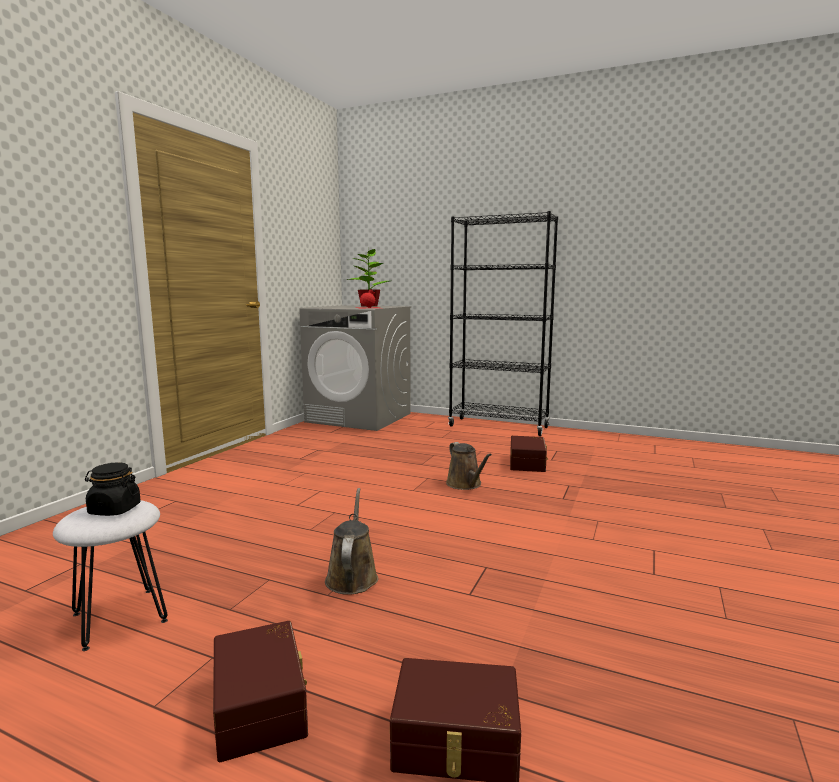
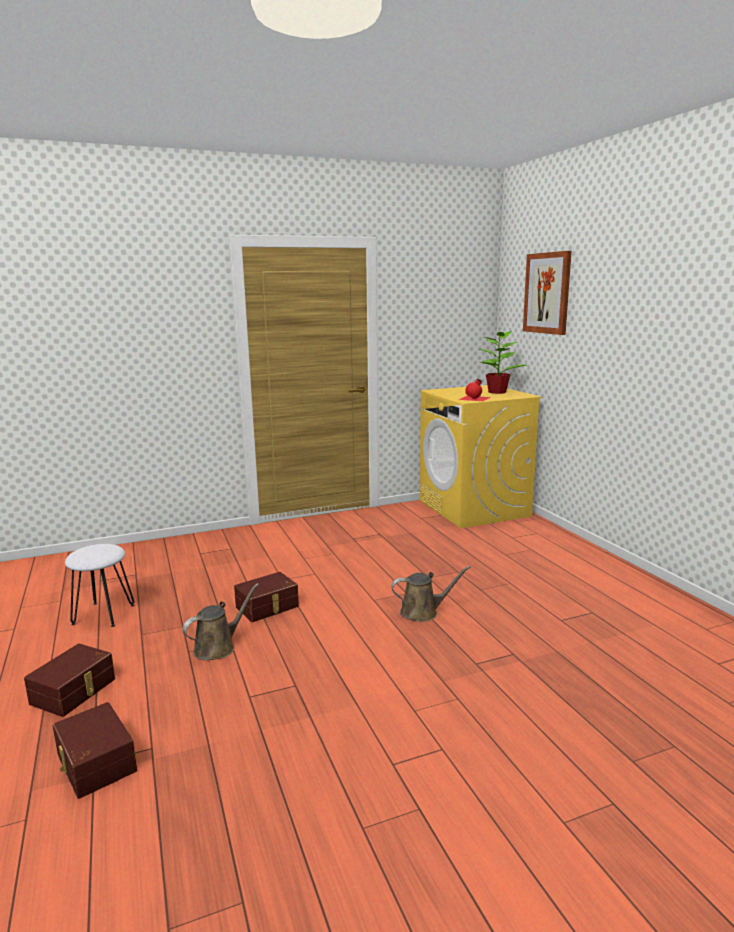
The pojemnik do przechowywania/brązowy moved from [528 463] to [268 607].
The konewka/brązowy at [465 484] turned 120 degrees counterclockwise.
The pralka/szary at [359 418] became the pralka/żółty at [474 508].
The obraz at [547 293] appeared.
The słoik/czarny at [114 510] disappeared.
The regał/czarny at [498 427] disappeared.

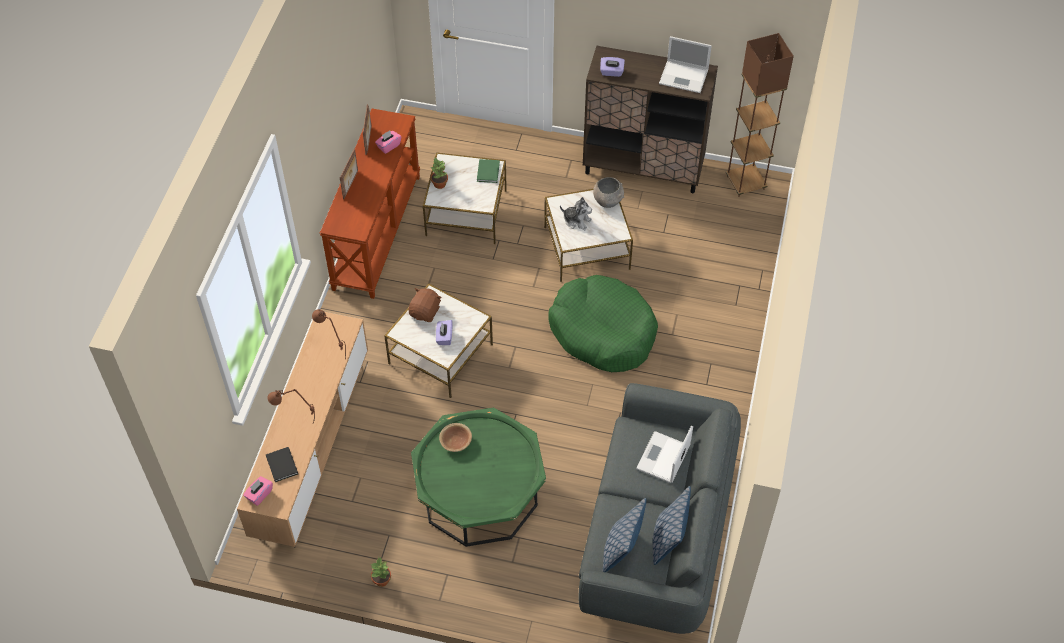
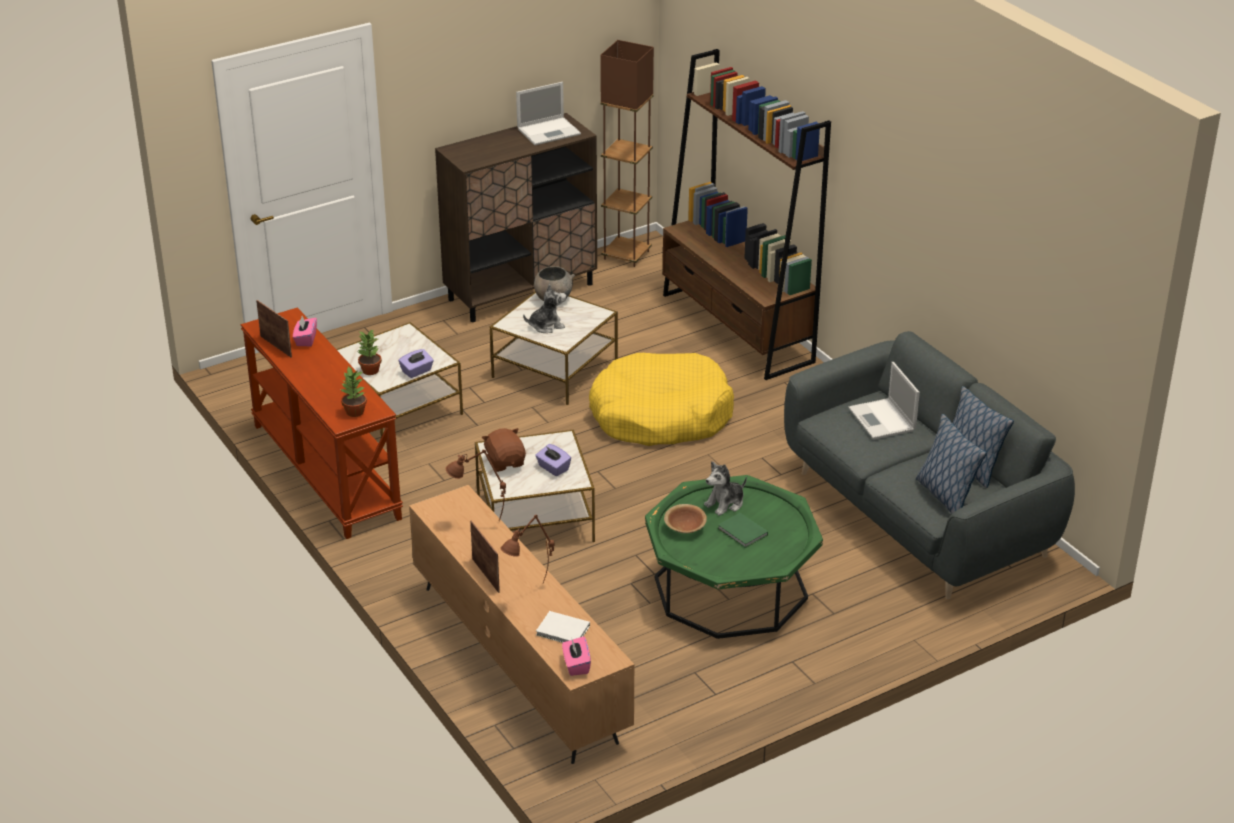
The roślina doniczkowa moved from [381 580] to [355 412].
The pudełko chusteczek/fioletowy moved from [611 72] to [417 371].
The ramka na zdjęcie moved from [351 184] to [486 575].
The książka/czarny at [281 466] became the książka/biały at [563 631].
The legowisko/zielony at [602 332] became the legowisko/żółty at [660 415].
The regał/brązowy at [737 328] appeared.
The pluszak at [725 504] appeared.
The książka/zielony moved from [487 172] to [743 533].

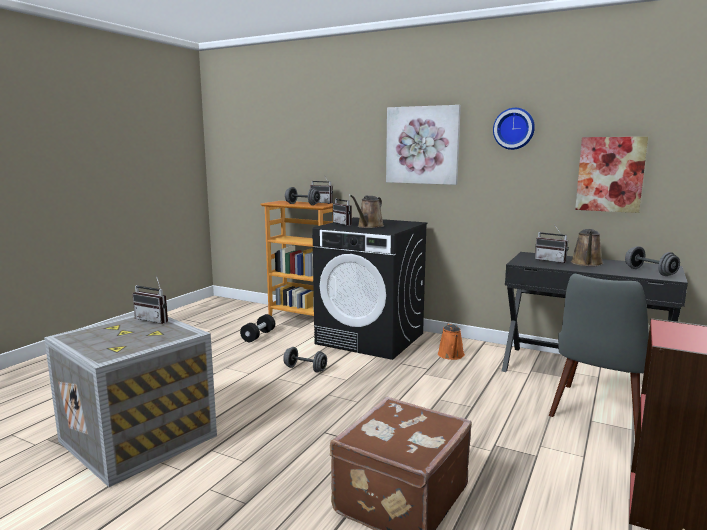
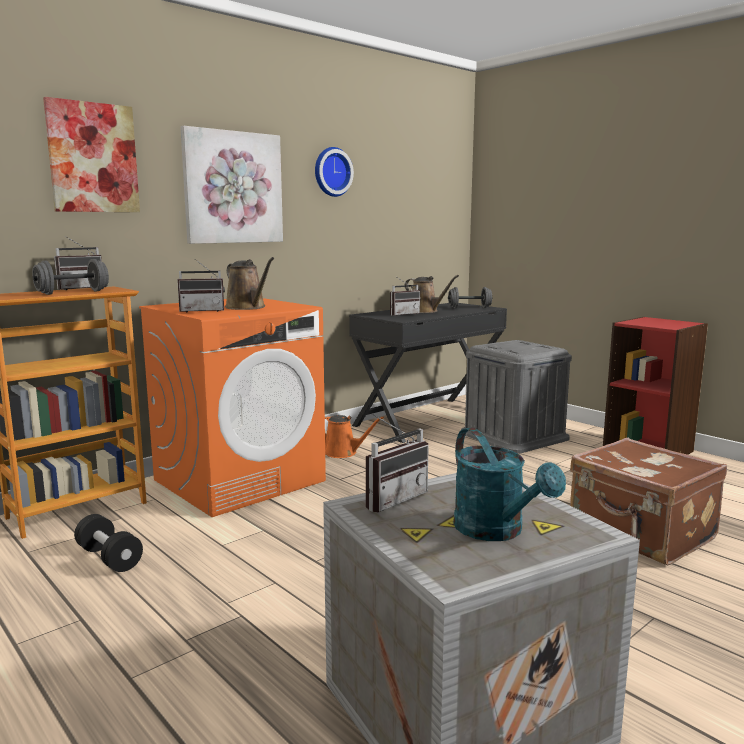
The obraz moved from [610 174] to [93 158].
The pralka/czarny at [371 339] became the pralka/pomarańczowy at [240 480].
The konewka/turkusowy at [496 531] appeared.
The krzesło/szary at [598 417] was replaced by the pojemnik do przechowywania/szary at [514 435].
The hantel/szary at [305 369] disappeared.

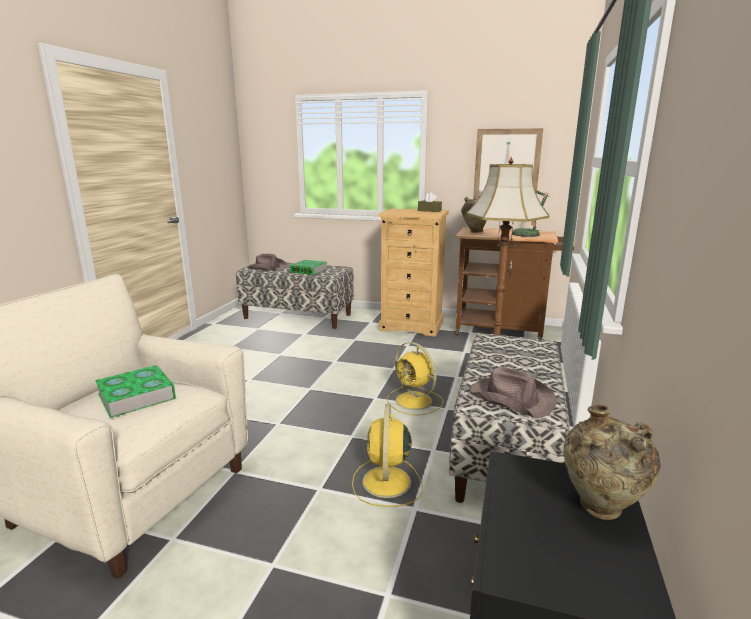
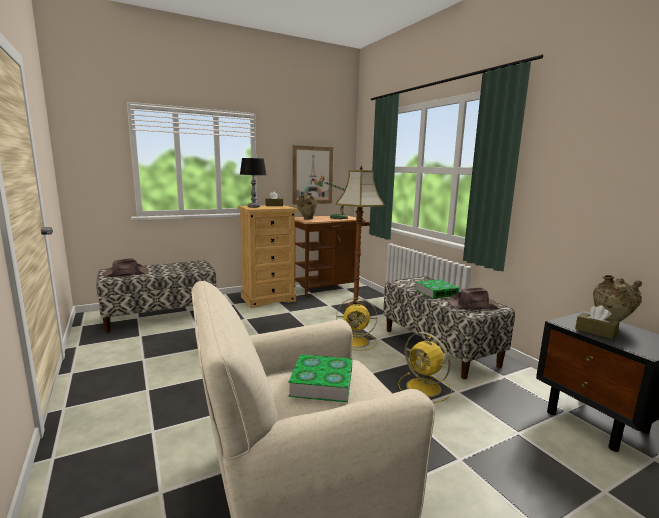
The lampa stołowa at [253 207] appeared.
The książka moved from [308 270] to [436 292].
The pudełko chusteczek/brązowy at [595 332] appeared.

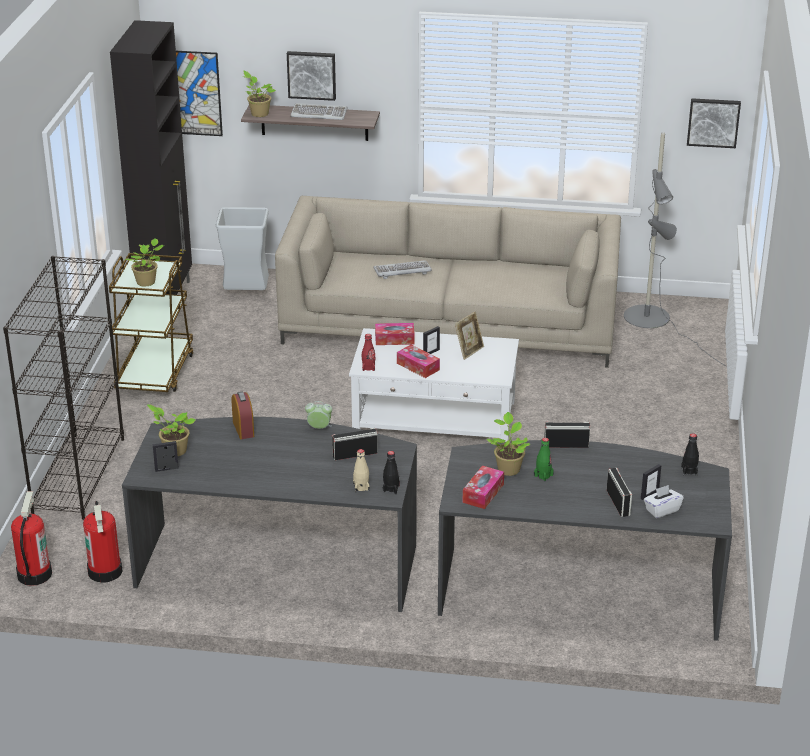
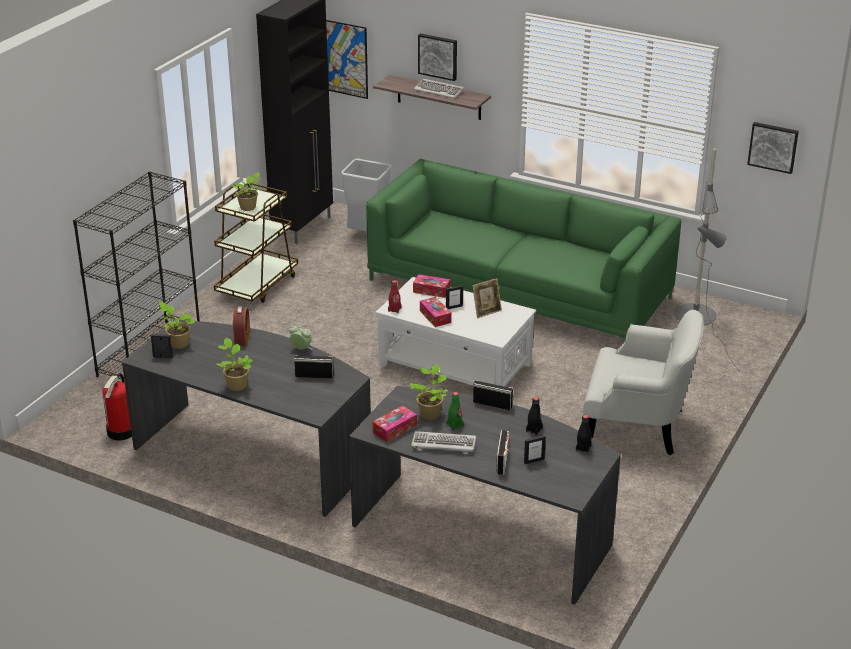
The roślina doniczkowa moved from [258 113] to [236 385].
The kanapa/beżowy at [450 324] became the kanapa/zielony at [518 289].
The klawiatura moved from [402 271] to [443 444].
The butelka/czarny moved from [391 489] to [534 430].
The fotel/biały at [638 425] appeared.
The gaśnica at [34 574] disappeared.
The butelka/beżowy at [361 487] disappeared.
The pudełko chusteczek/biały at [662 510] disappeared.

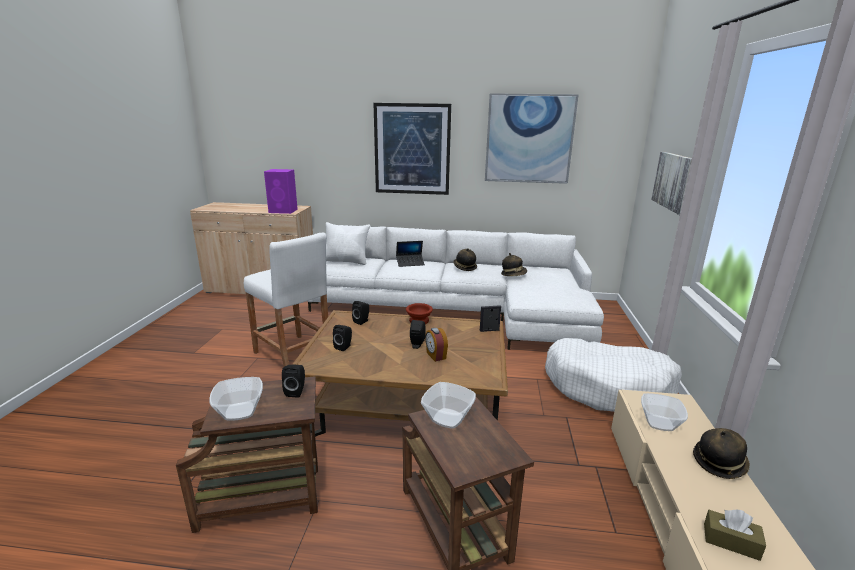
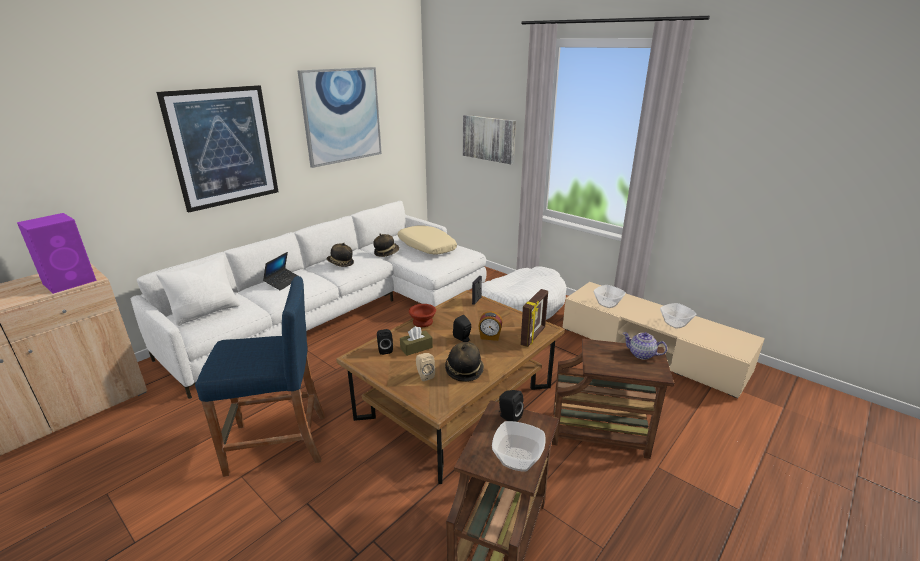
The stołek/biały at [293 355] became the stołek/niebieski at [278 443].
The poduszka/beżowy at [426 247] appeared.
The pudełko chusteczek/brązowy moved from [731 541] to [416 348].
The głośnik/czarny at [344 347] became the głośnik/beżowy at [424 375].
The kapelusz moved from [719 462] to [464 370].
The ramka na zdjęcie at [533 336] appeared.
The imbryk at [642 354] appeared.
The miska moved from [448 418] to [675 323].

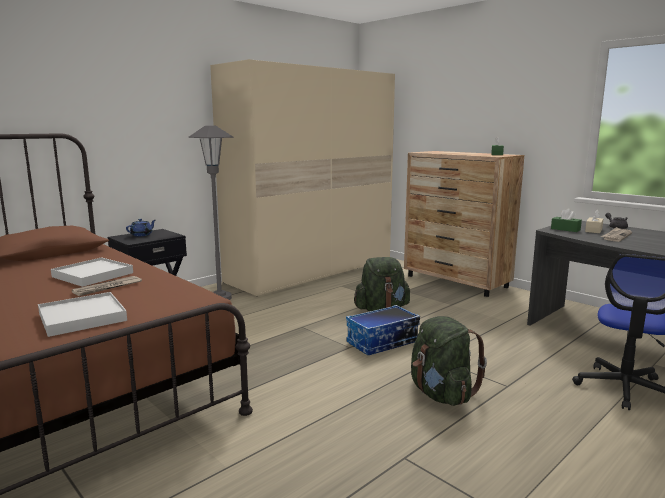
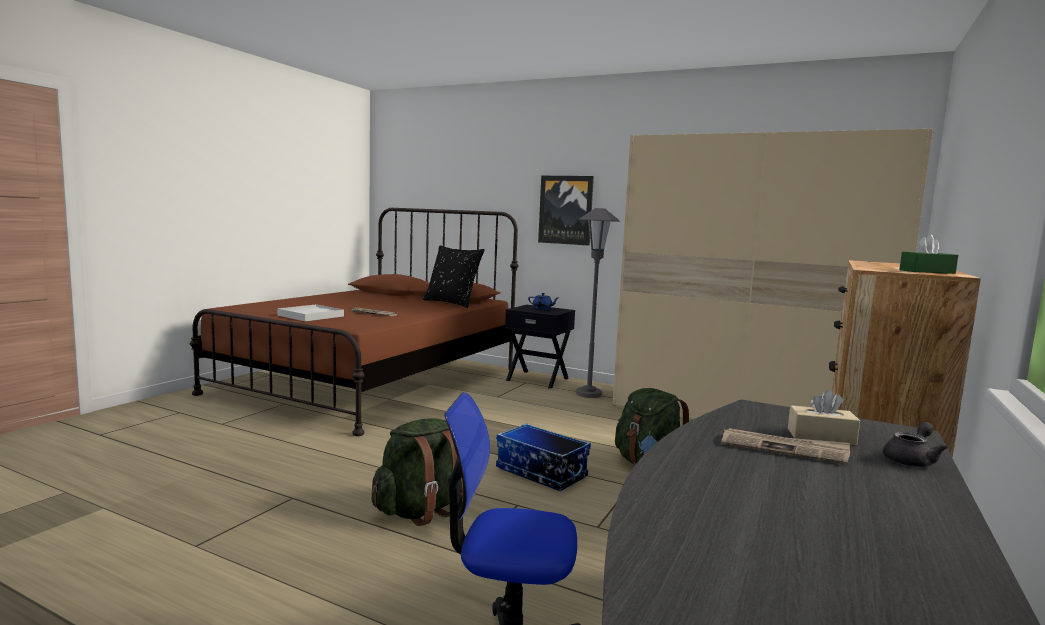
The poduszka/czarny at [452 303] appeared.
The obraz at [566 210] appeared.
The taca/biały at [92 275] disappeared.
The pudełko chusteczek/zielony at [565 229] disappeared.

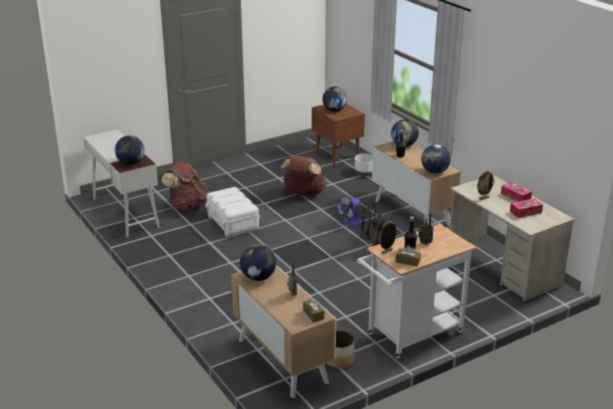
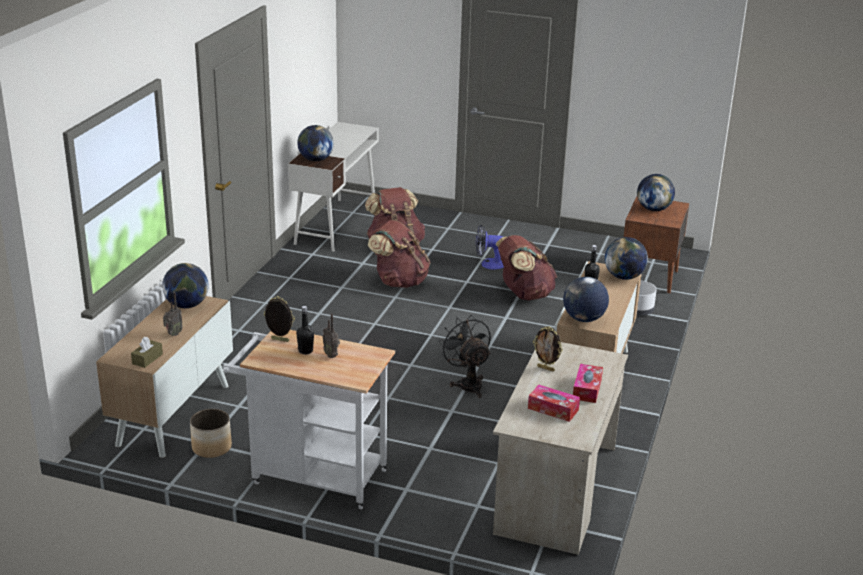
The pojemnik do przechowywania/biały at [232 222] was replaced by the plecak/brązowy at [399 282].
The wentylator moved from [349 223] to [488 264].
The pudełko chusteczek/brązowy at [407 261] disappeared.

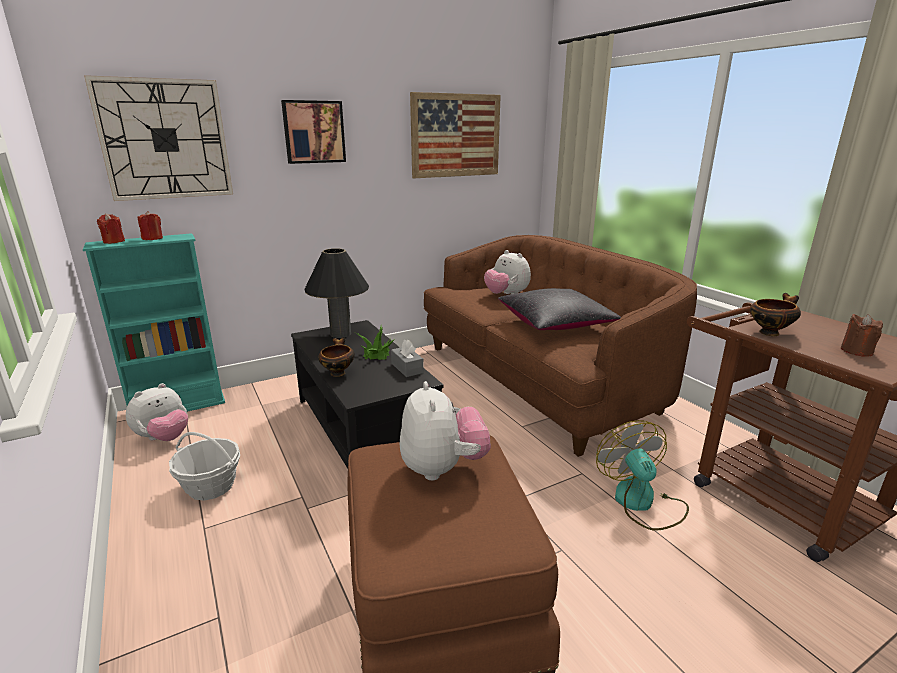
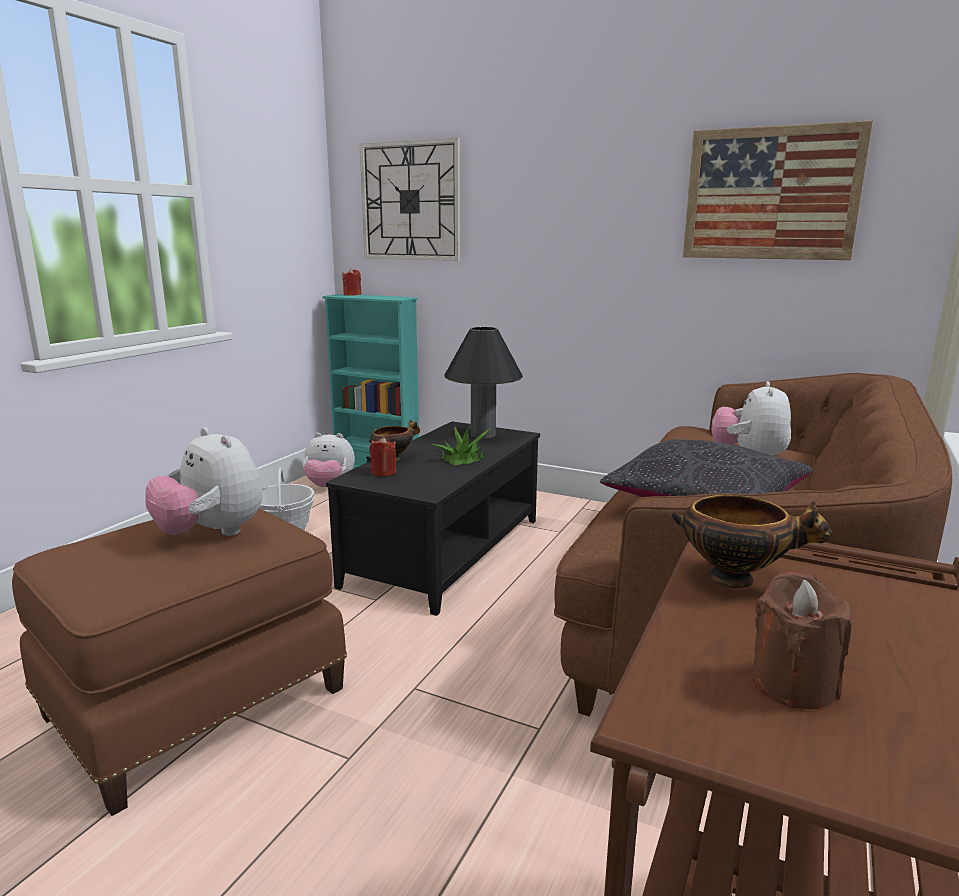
The pluszak at [442 468] turned 90 degrees clockwise.
The świeca/czerwony moved from [152 238] to [383 472].
The obraz at [313 132] disappeared.
The pudełko chusteczek/szary at [407 368] disappeared.
The wentylator at [641 502] disappeared.

